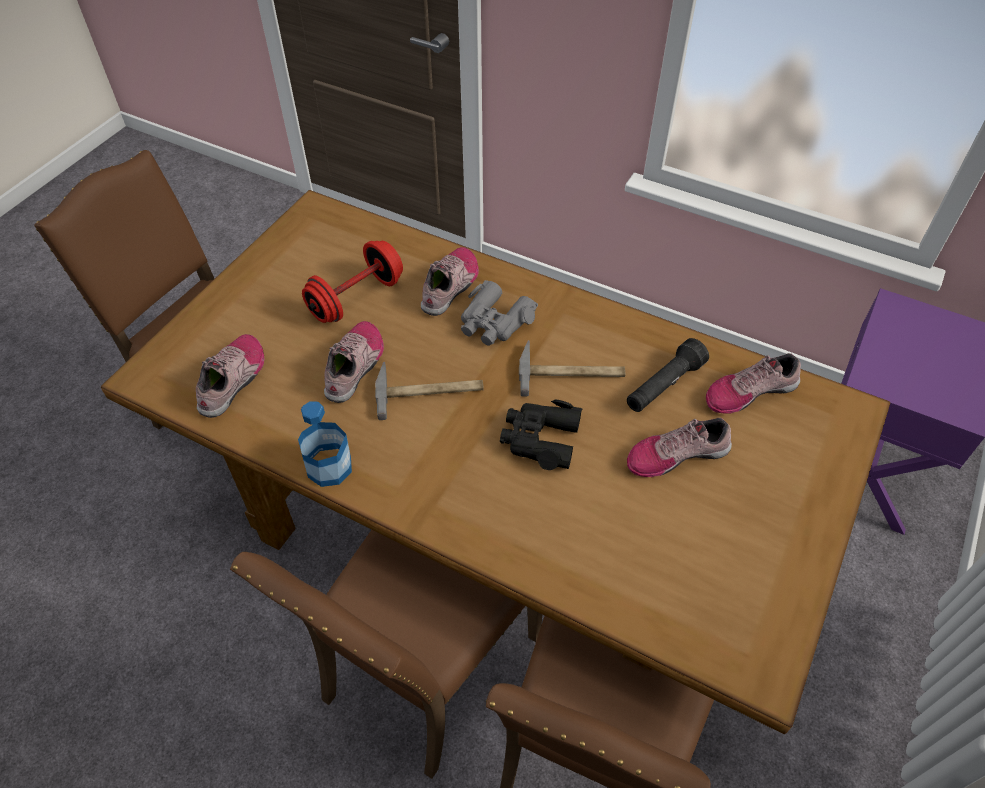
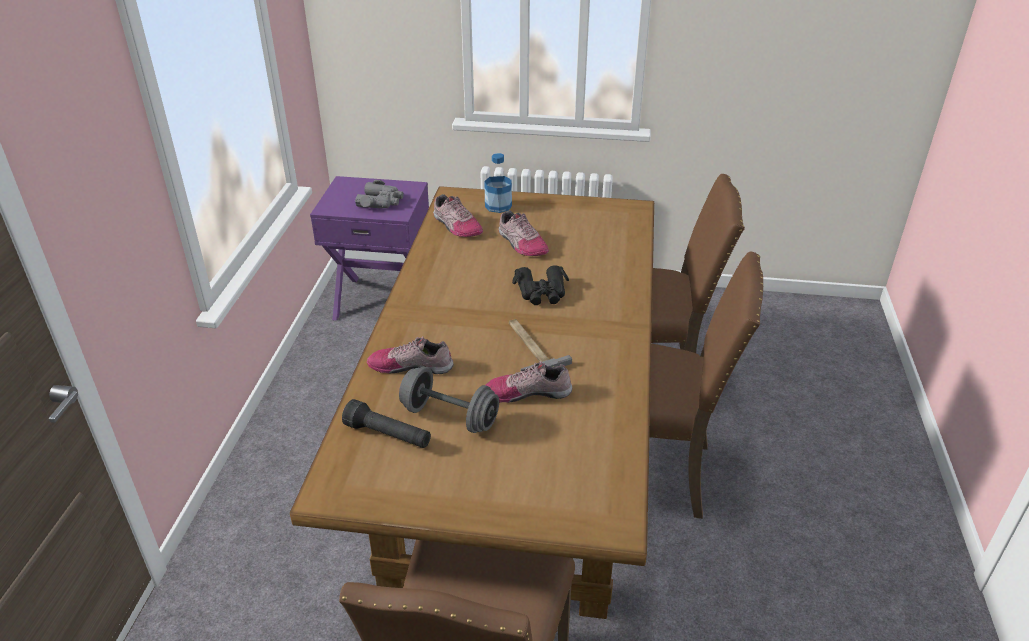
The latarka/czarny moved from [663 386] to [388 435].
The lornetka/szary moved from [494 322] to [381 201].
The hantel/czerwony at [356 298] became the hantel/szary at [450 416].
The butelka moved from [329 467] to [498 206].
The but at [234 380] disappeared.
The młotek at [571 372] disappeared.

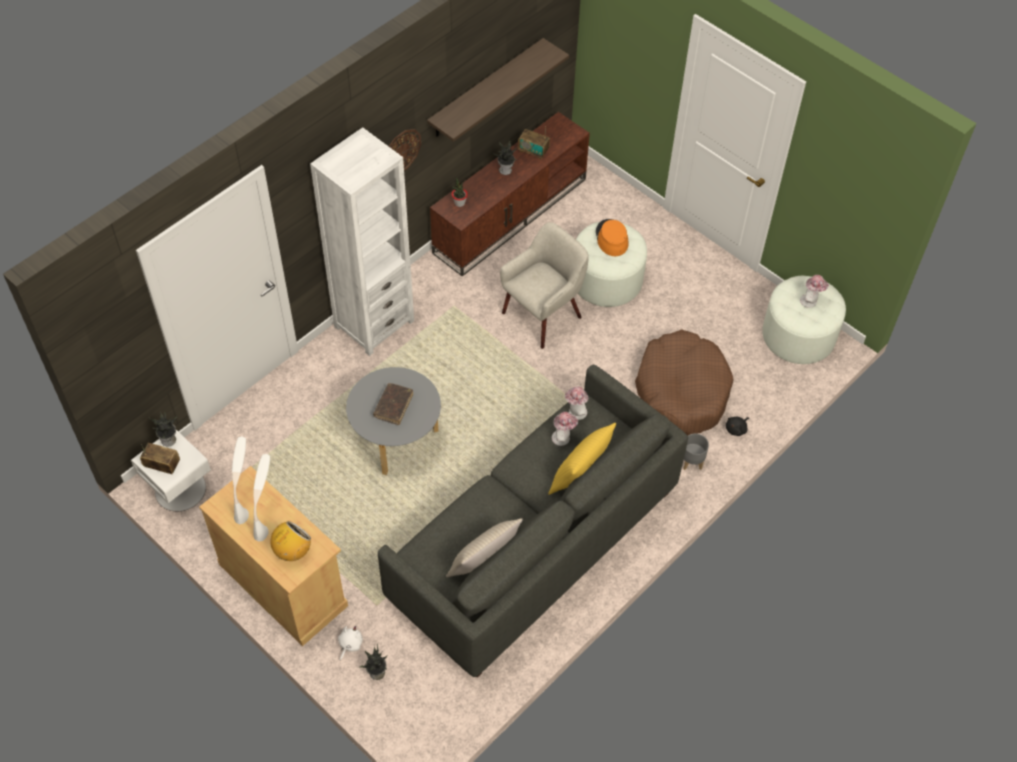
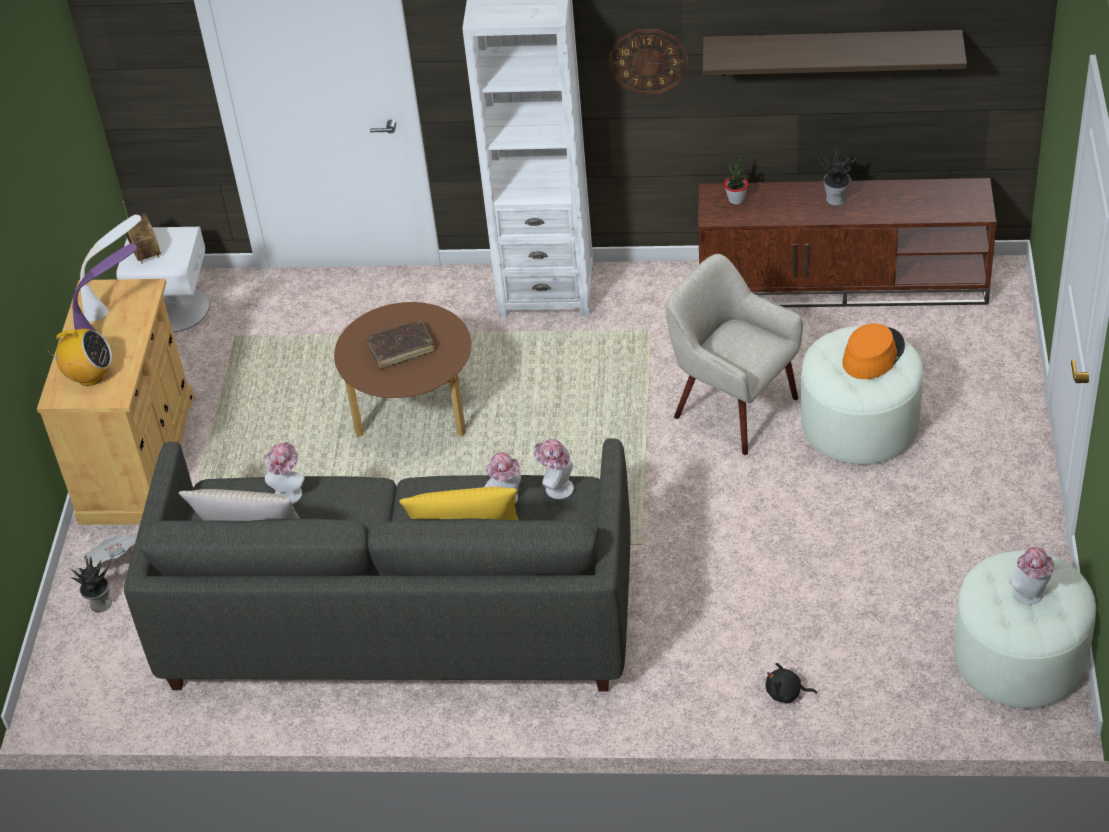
The lampa stołowa/biały at [266 514] became the lampa stołowa/fioletowy at [116 329].
The pluszak/biały at [350 644] was replaced by the gazeta at [115 558].
The kapelusz at [289 491] appeared.
The ława/szary at [396 439] became the ława/brązowy at [413 413].
The fotel/beżowy at [543 315] turned 150 degrees counterclockwise.
The roślina doniczkowa at [169 440] disappeared.
The radio at [533 151] disappeared.
The legowisko/brązowy at [681 392] disappeared.
The donica/szary at [692 462] disappeared.

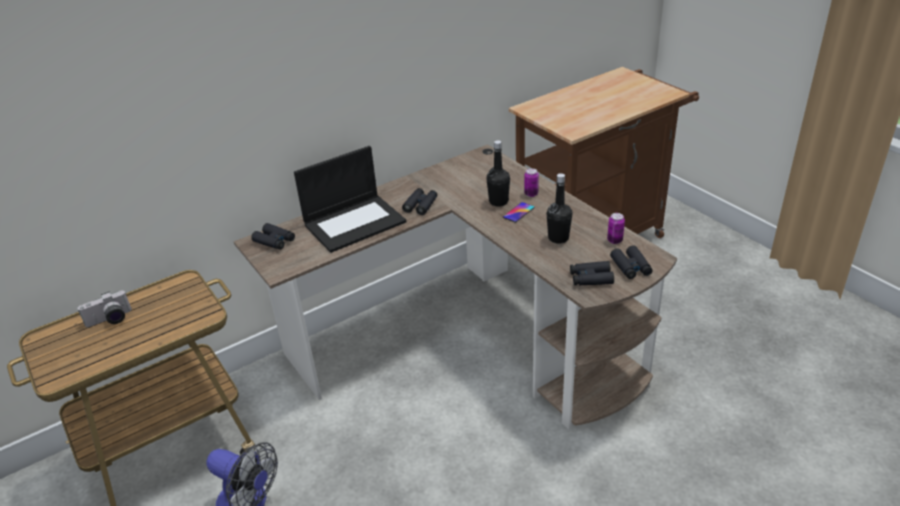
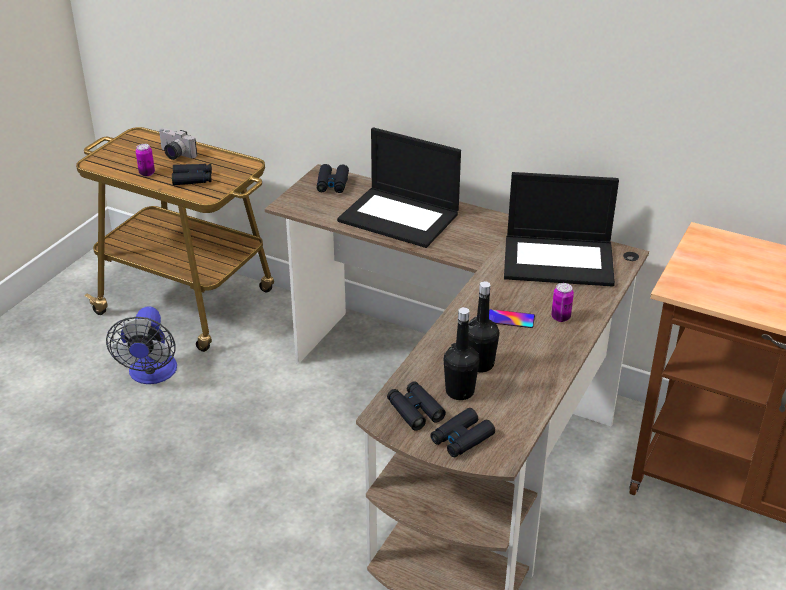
The puszka moved from [614 240] to [147 173].
The lornetka/czarny moved from [420 205] to [192 179].
The butelka/czarny moved from [498 202] to [459 391].
The laptop at [559 260] appeared.

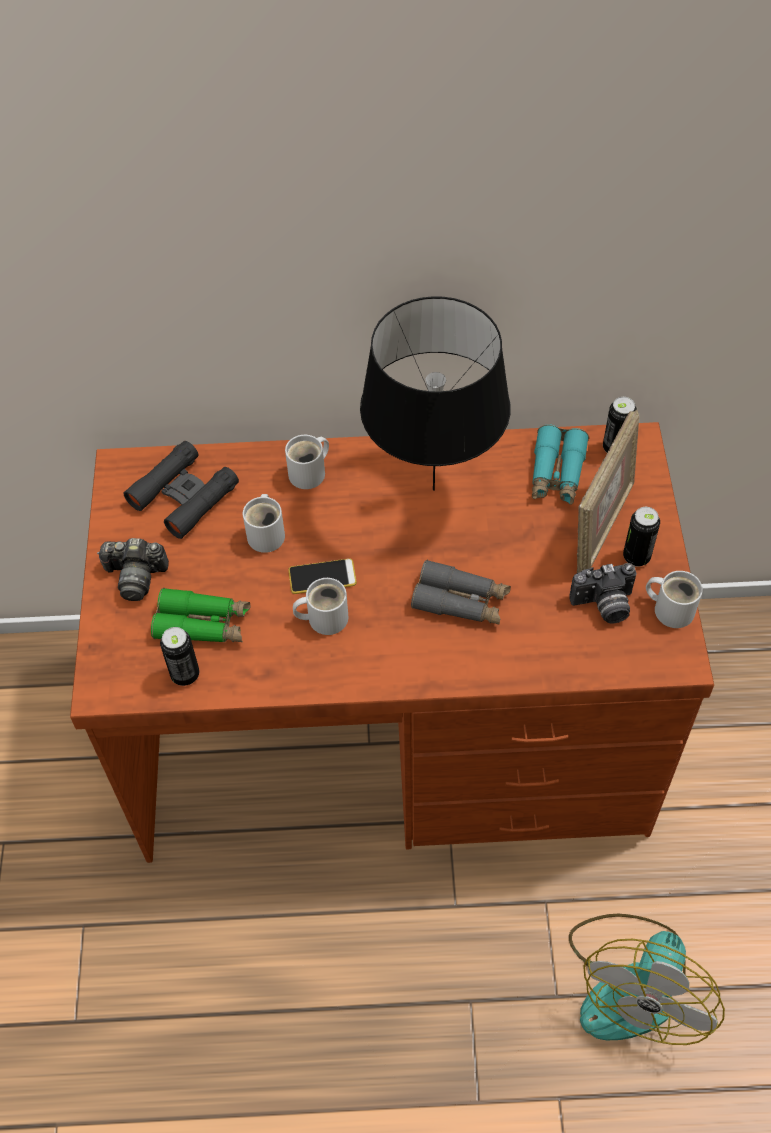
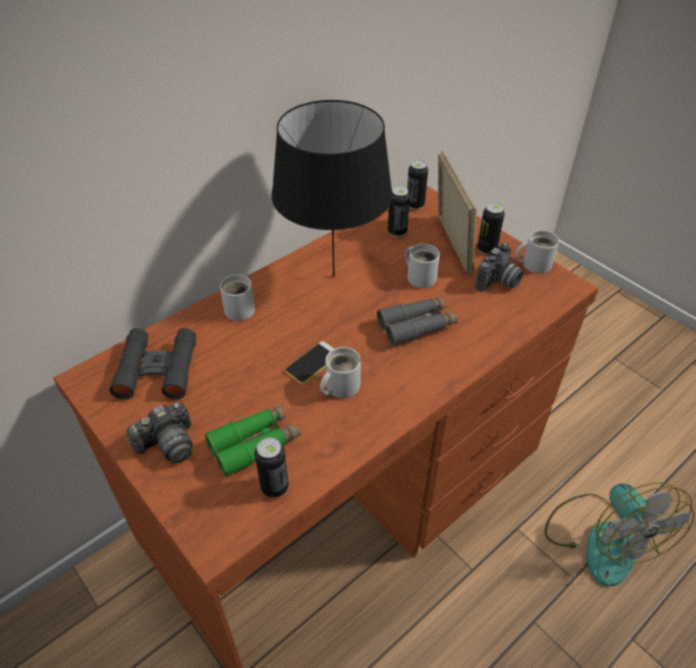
The lornetka/turkusowy at [557 473] was replaced by the puszka at [397 232].
The kubek/biały moved from [267 533] to [420 276].

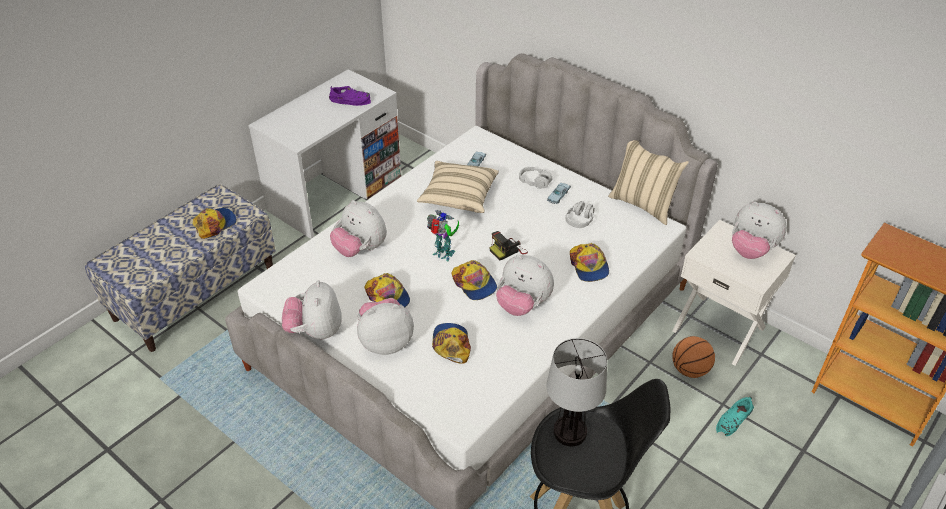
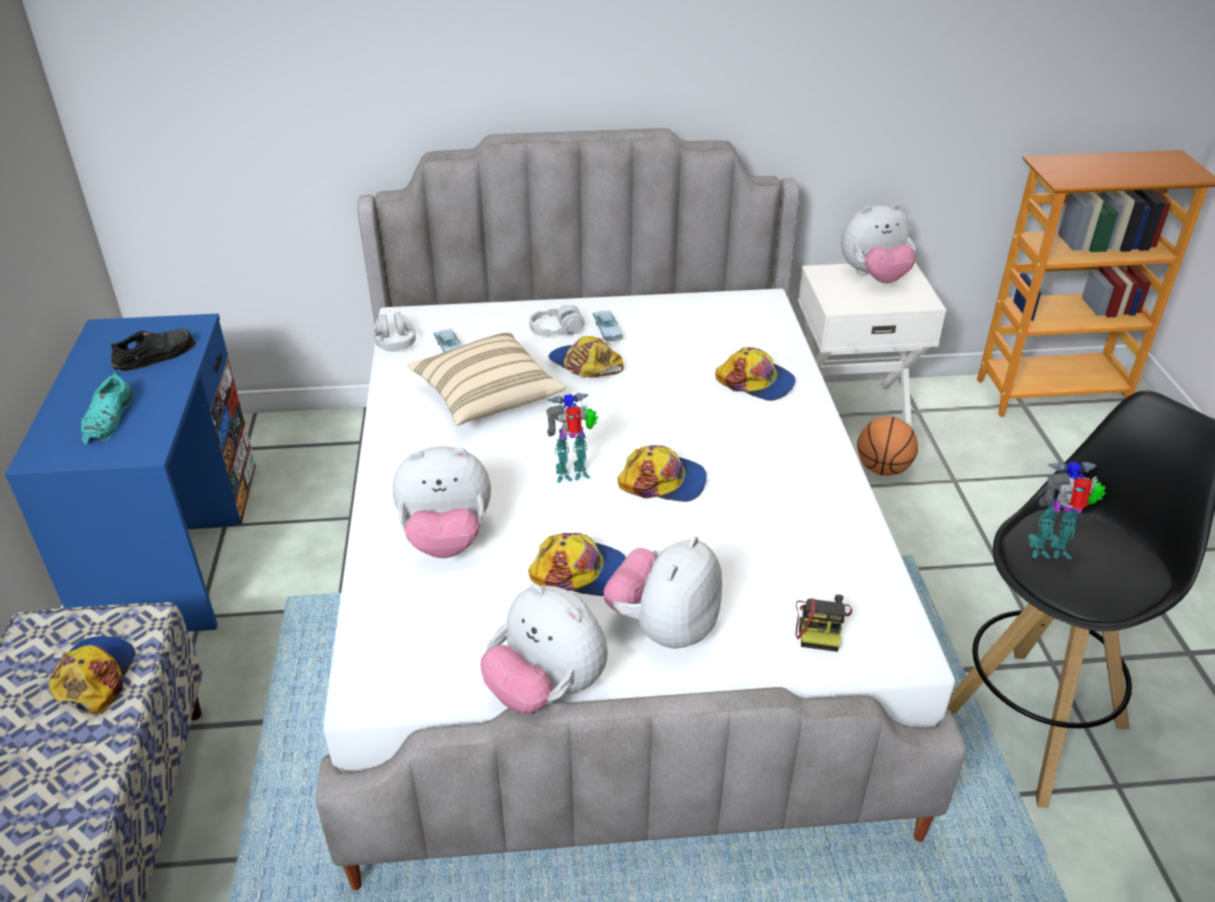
The biurko/biały at [335 193] became the biurko/niebieski at [174 545].
The but/turkusowy moved from [734 420] to [108 418].
The but/fioletowy at [350 100] became the but/czarny at [155 355].
The słuchawki/szary moved from [579 220] to [395 341].
The czapka z daszkiem moved from [451 344] to [584 365].
The aparat fotograficzny moved from [508 250] to [821 625].
The lampa stołowa at [570 432] was replaced by the robot zabawkowy at [1051 550].
The pluszak at [523 305] disappeared.
The poduszka/beżowy at [643 204] disappeared.

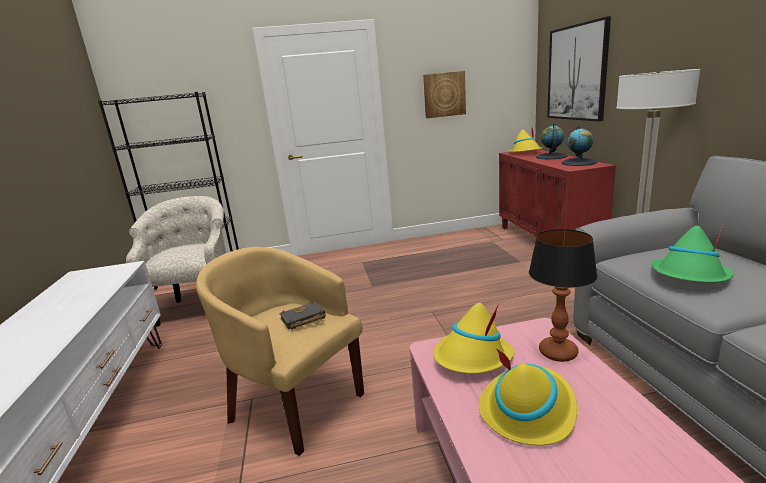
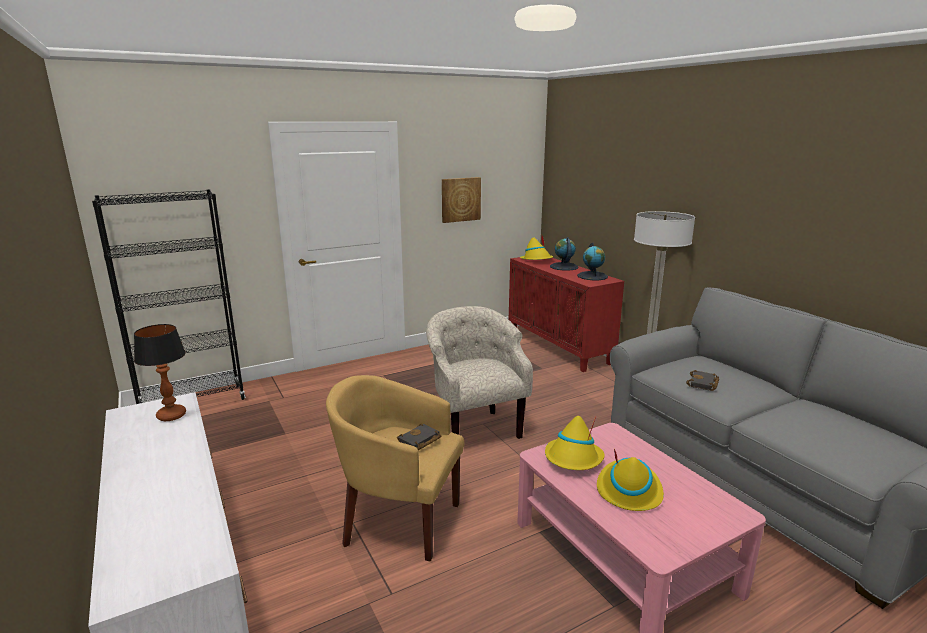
The lampa stołowa moved from [557 352] to [171 415].
The fotel/beżowy moved from [200 307] to [474 428].
The kapelusz/zielony at [690 276] was replaced by the książka/czarny at [703 384].
The obraz at [577 73] disappeared.

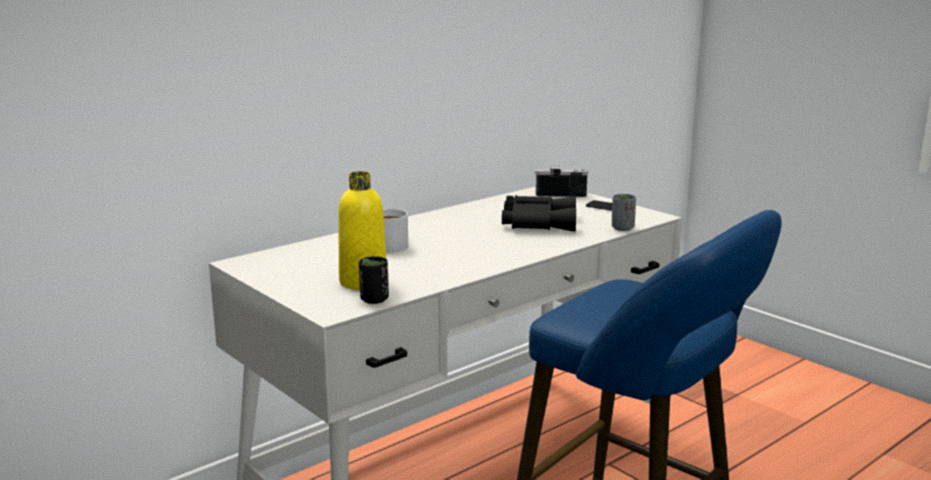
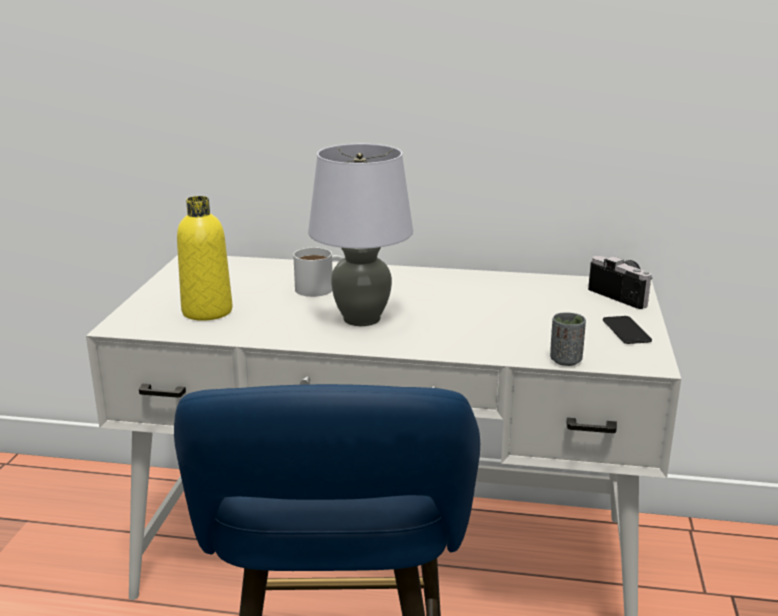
The lampa stołowa/szary at [362 318] appeared.
The filiżanka/czarny at [374 299] disappeared.
The lornetka/czarny at [538 223] disappeared.

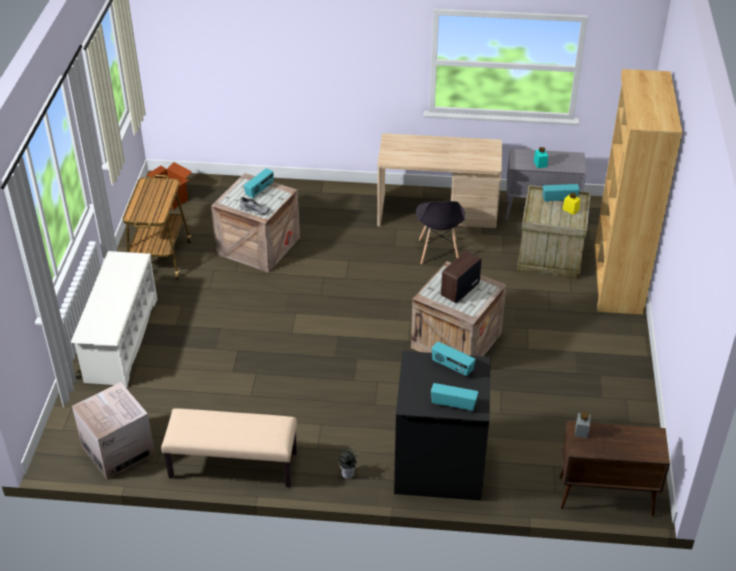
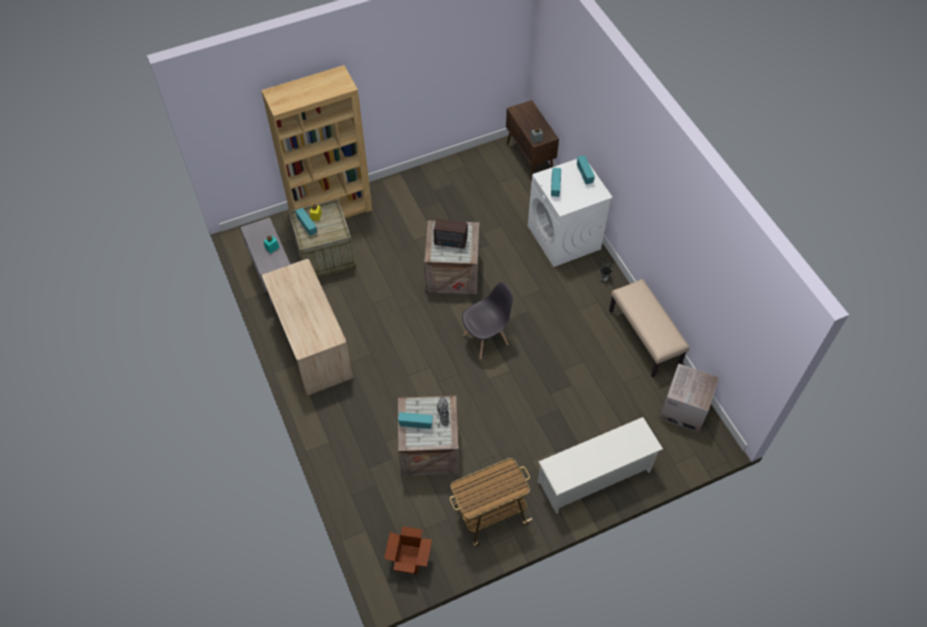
The krzesło/szary moved from [438 252] to [486 339].
The pralka/czarny at [438 465] became the pralka/biały at [564 238].

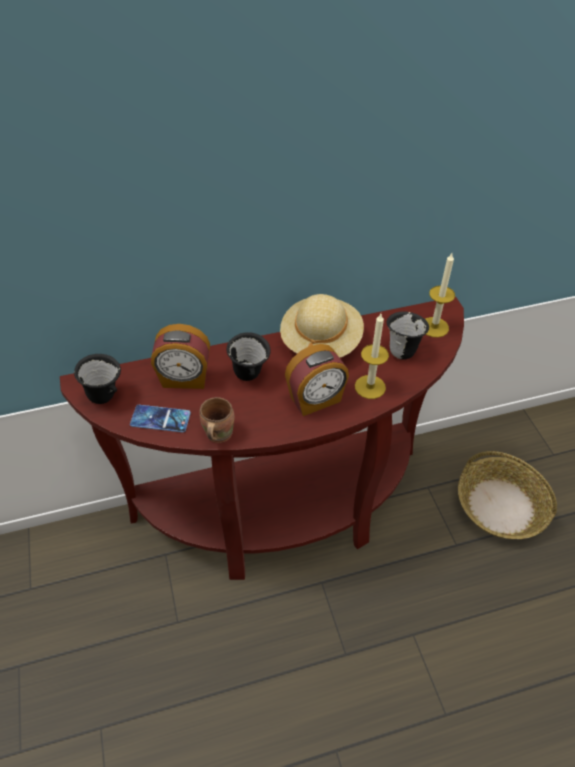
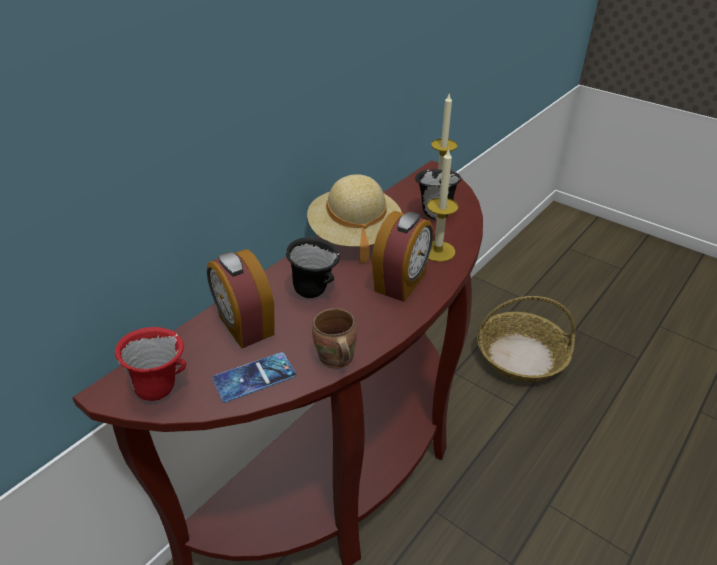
The kubek/czarny at [106 397] became the kubek/czerwony at [161 389].
The budzik at [185 379] turned 90 degrees clockwise.

